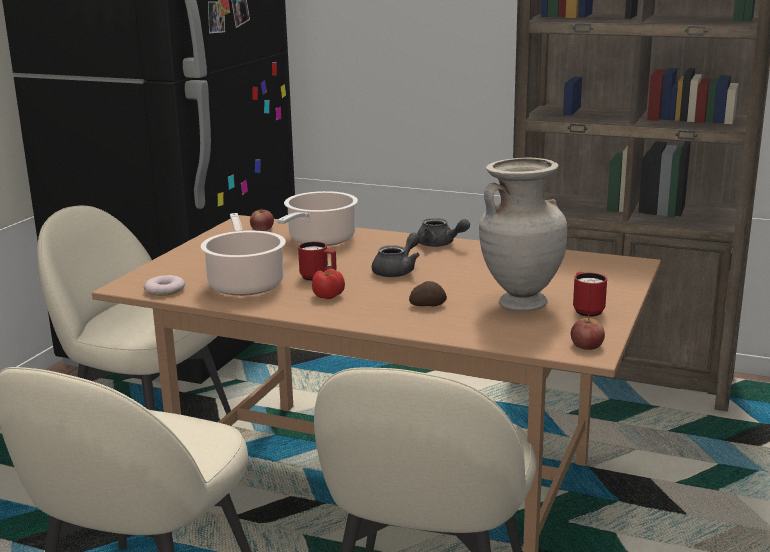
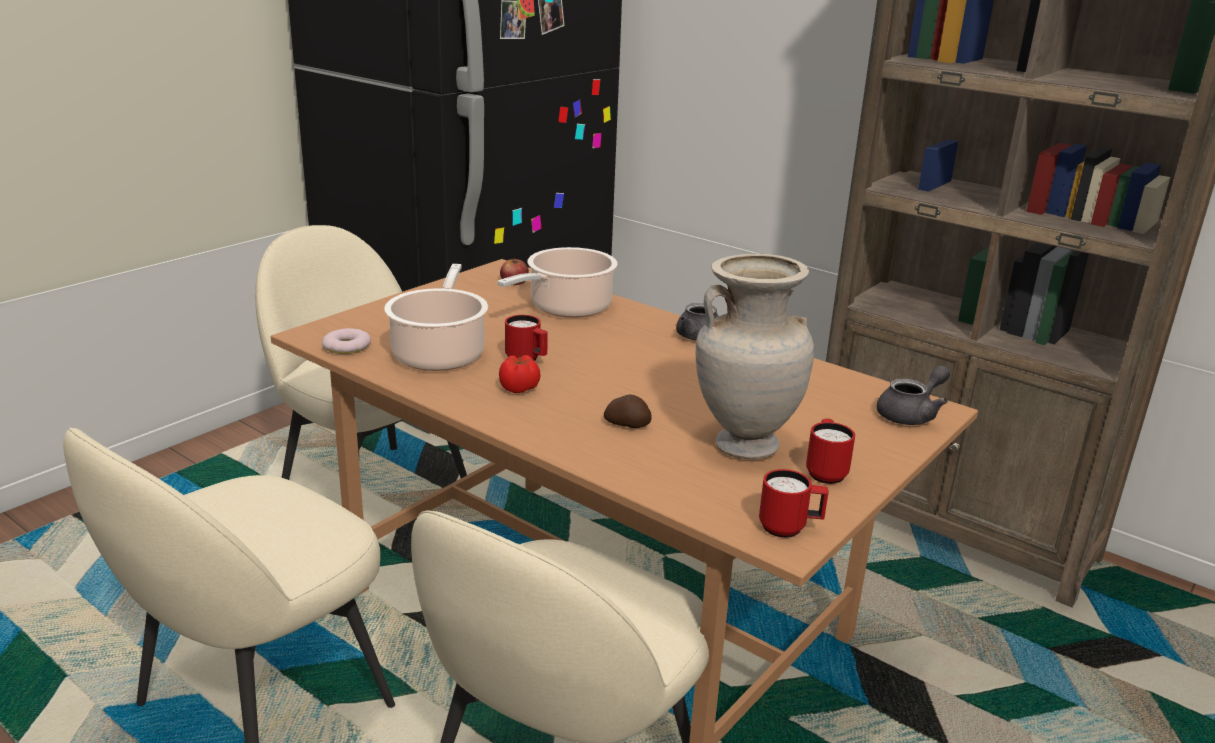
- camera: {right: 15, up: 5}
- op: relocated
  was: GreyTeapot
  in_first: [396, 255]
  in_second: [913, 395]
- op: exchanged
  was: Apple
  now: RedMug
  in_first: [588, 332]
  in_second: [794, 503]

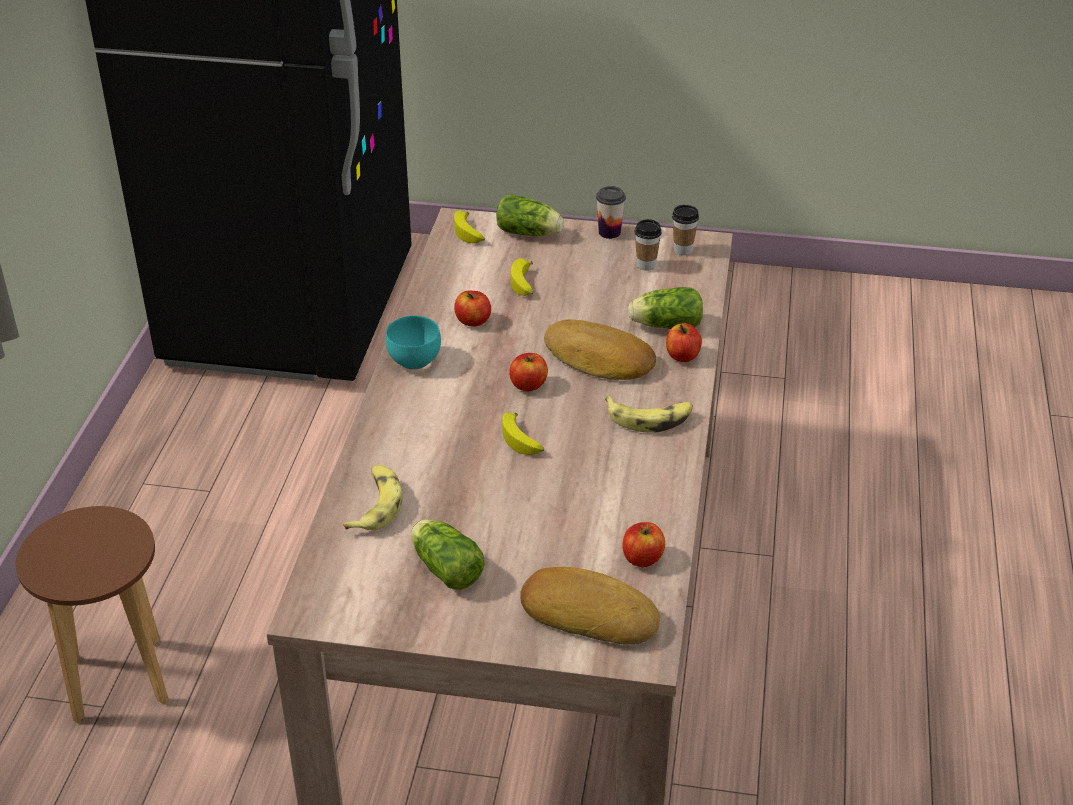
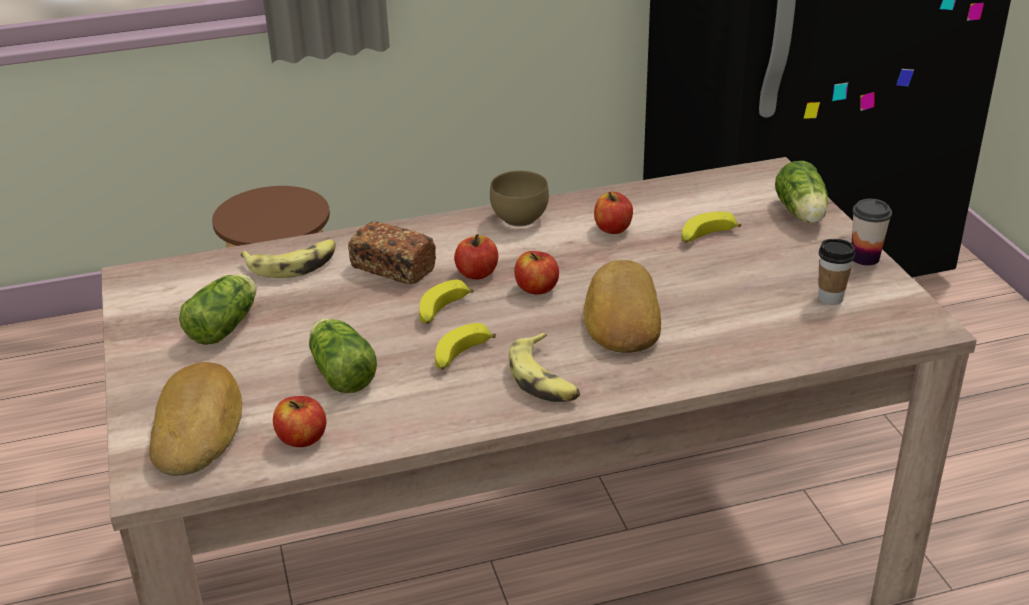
- camera: {right: 65, up: -5}
- op: missing
  was: Cup
  in_first: [685, 230]
- op: appeared
  now: Bread
  in_second: [392, 253]
- op: relocated
  was: Banana
  in_first: [469, 226]
  in_second: [465, 346]
- op: relocated
  was: Lettuce
  in_first: [665, 308]
  in_second: [343, 355]
- op: relocated
  was: Apple
  in_first: [684, 342]
  in_second: [476, 256]
- op: colour
  was: TurquoiseBowl
  now: BrownBowl
  in_first: [413, 343]
  in_second: [519, 199]

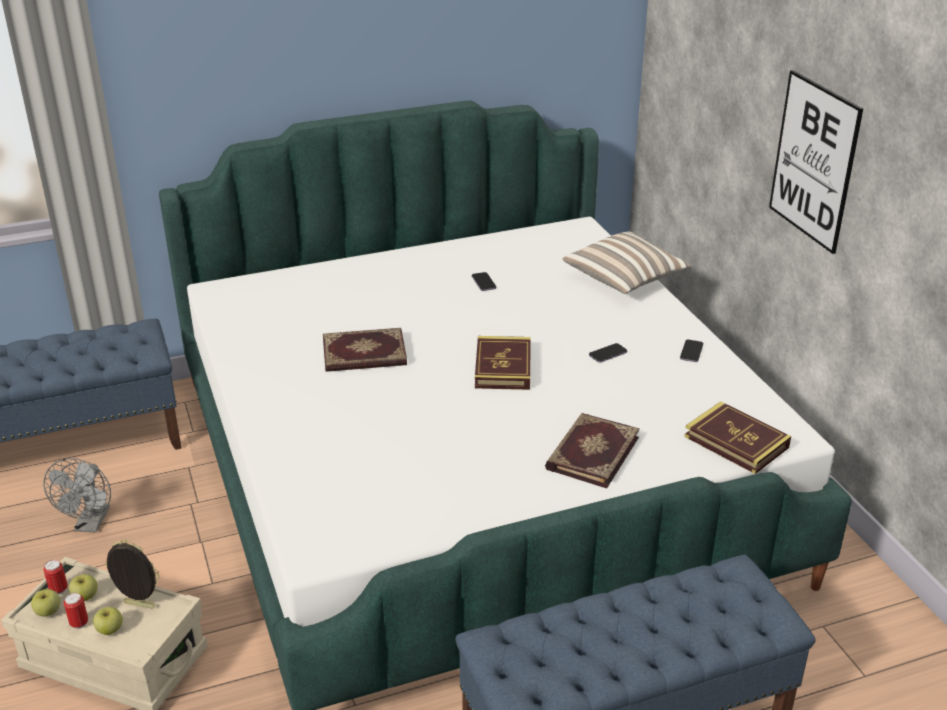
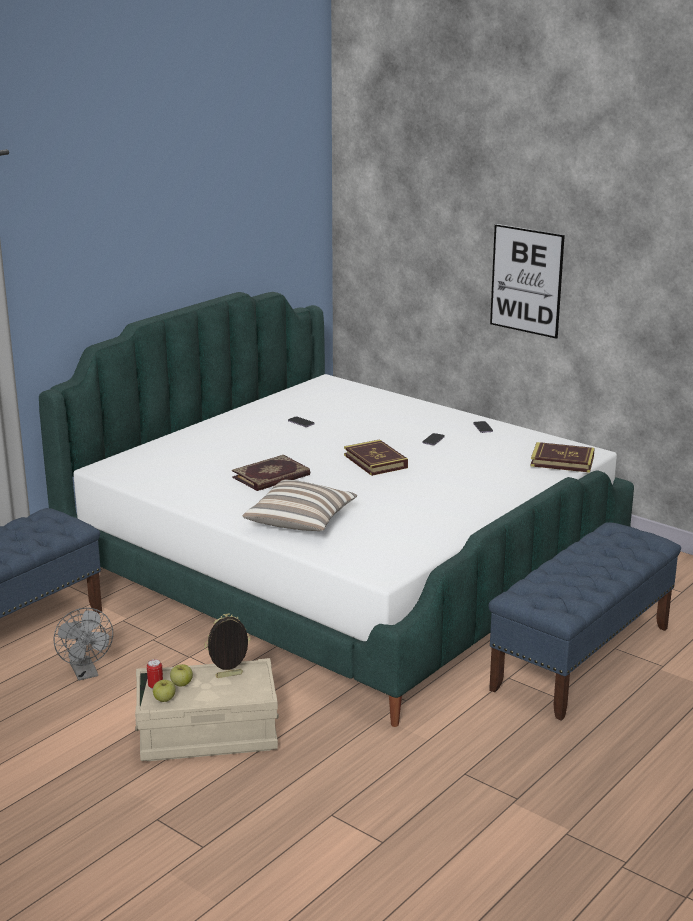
- camera: {right: -30, up: -10}
- op: missing
  was: Can
  in_first: [76, 611]
- op: missing
  was: Apple
  in_first: [108, 621]
- op: missing
  was: Book
  in_first: [592, 450]
- op: relocated
  was: Pillow
  in_first: [627, 263]
  in_second: [300, 505]

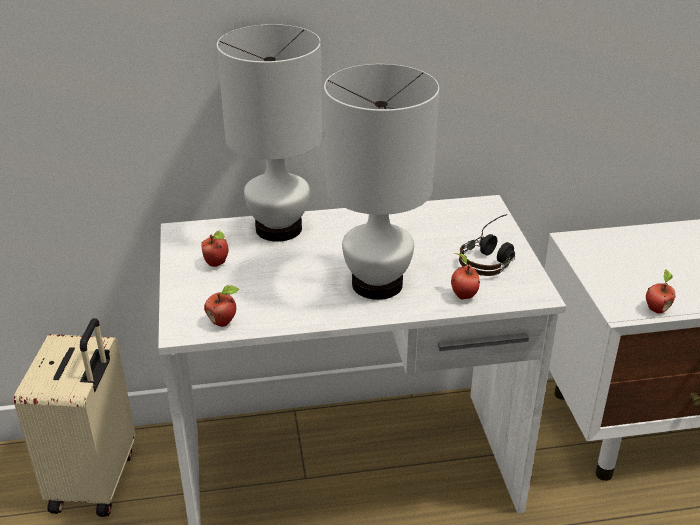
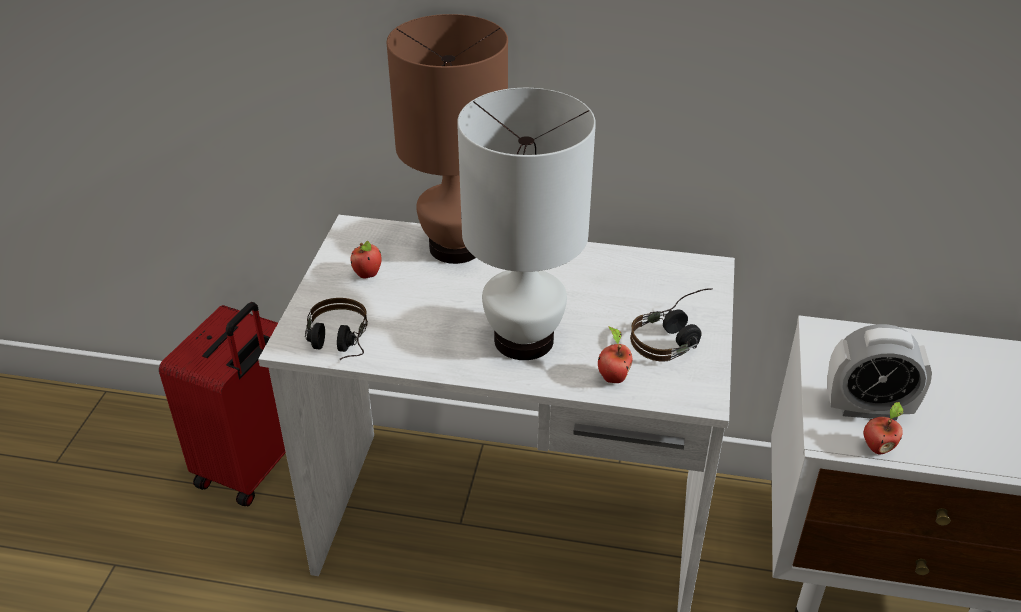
- camera: {right: 20, up: 5}
- op: appeared
  now: AlarmClock
  in_second: [879, 372]
- op: exchanged
  was: Apple
  now: Headphones
  in_first: [222, 306]
  in_second: [336, 329]
- op: colour
  was: BeigeSuitcase
  now: RedSuitcase
  in_first: [74, 417]
  in_second: [222, 404]
- op: colour
  was: WhiteTableLamp
  now: BrownTableLamp
  in_first: [269, 133]
  in_second: [447, 139]

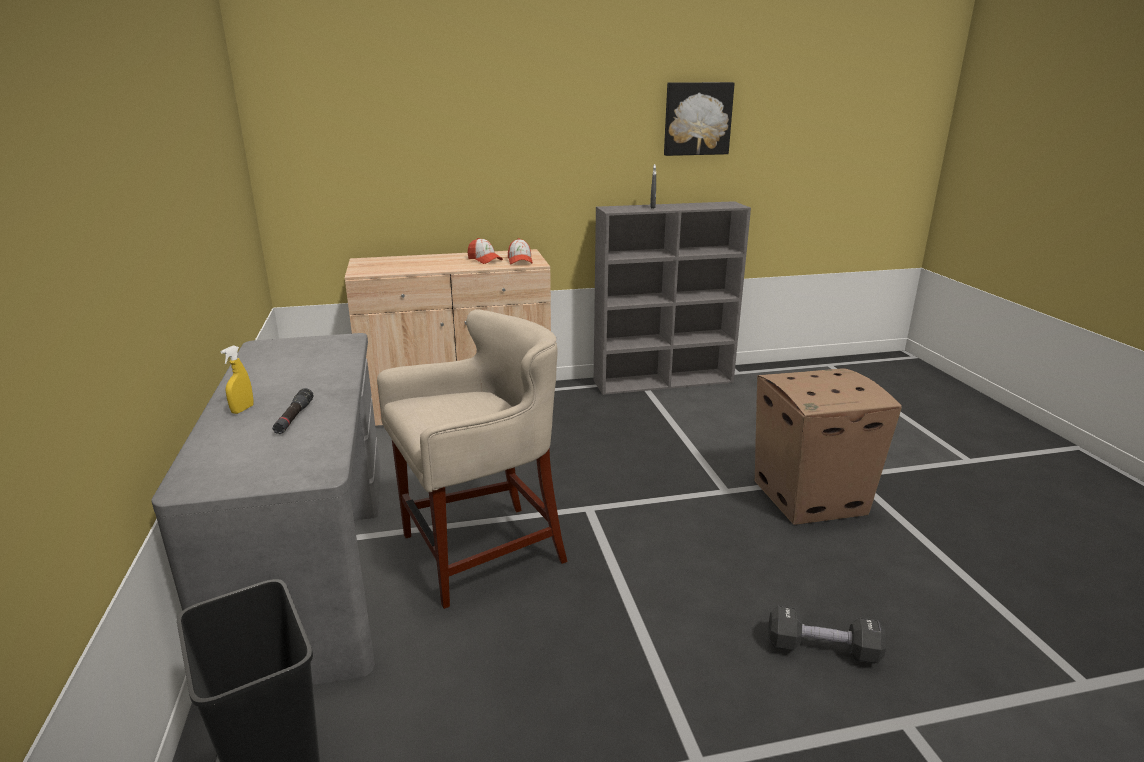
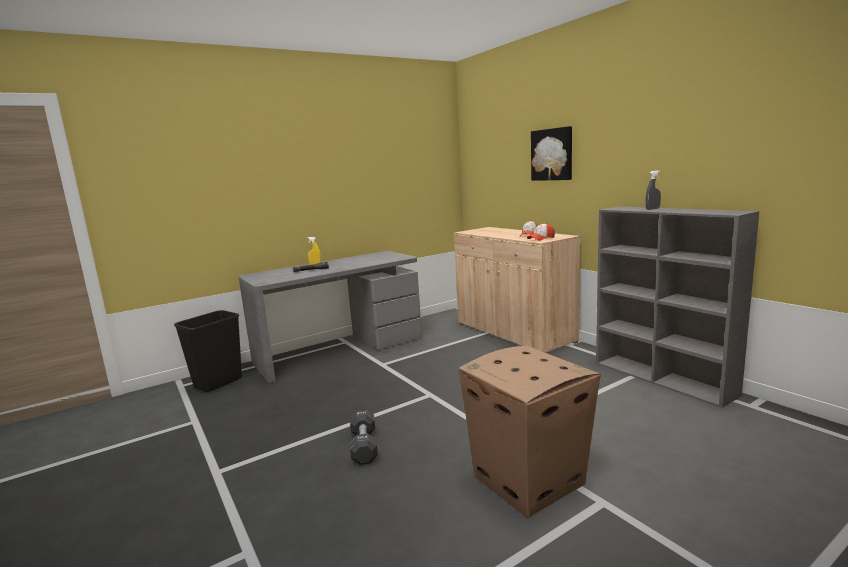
- camera: {right: 70, up: -10}
- op: missing
  was: BeigeStool
  in_first: [472, 459]
- op: relocated
  was: Picture
  in_first: [699, 119]
  in_second: [551, 153]
- op: relocated
  was: BlackDumbbell
  in_first: [827, 634]
  in_second: [364, 437]

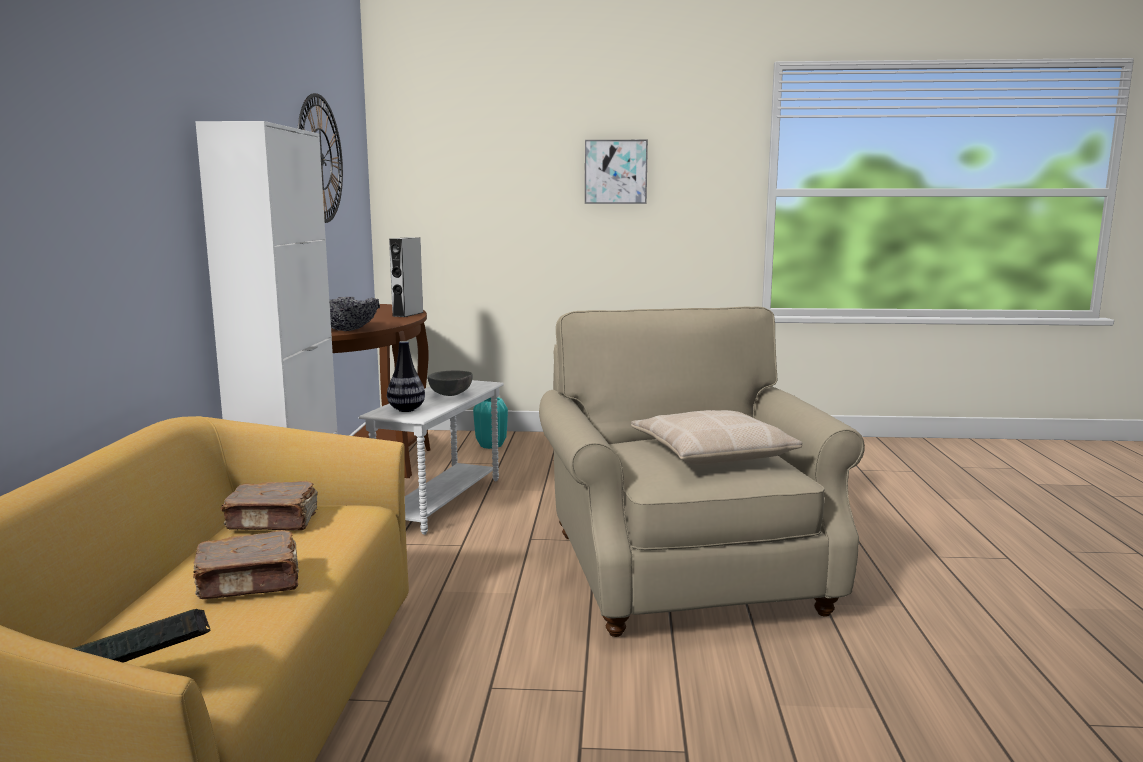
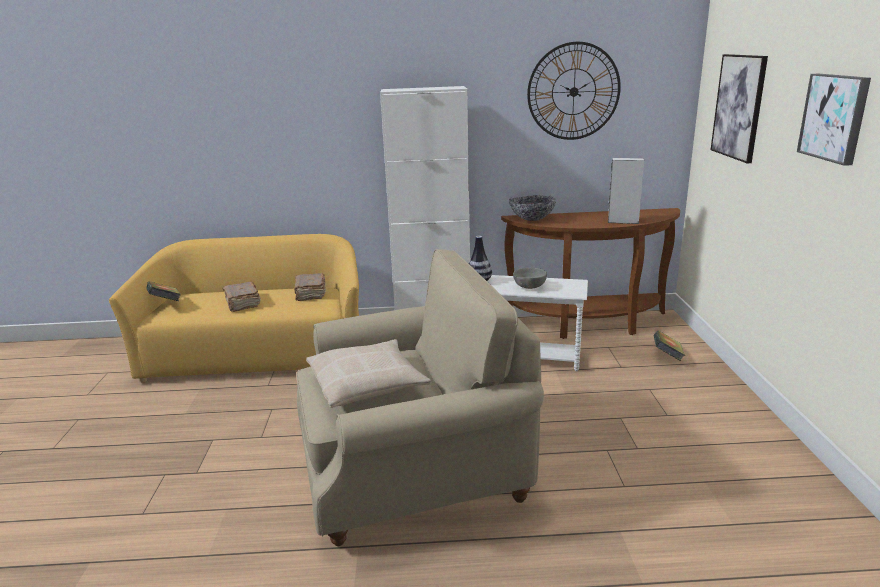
- camera: {right: 85, up: 10}
- op: appeared
  now: Picture
  in_second: [739, 108]
- op: exchanged
  was: TurquoiseVase
  now: Book
  in_first: [490, 423]
  in_second: [669, 345]

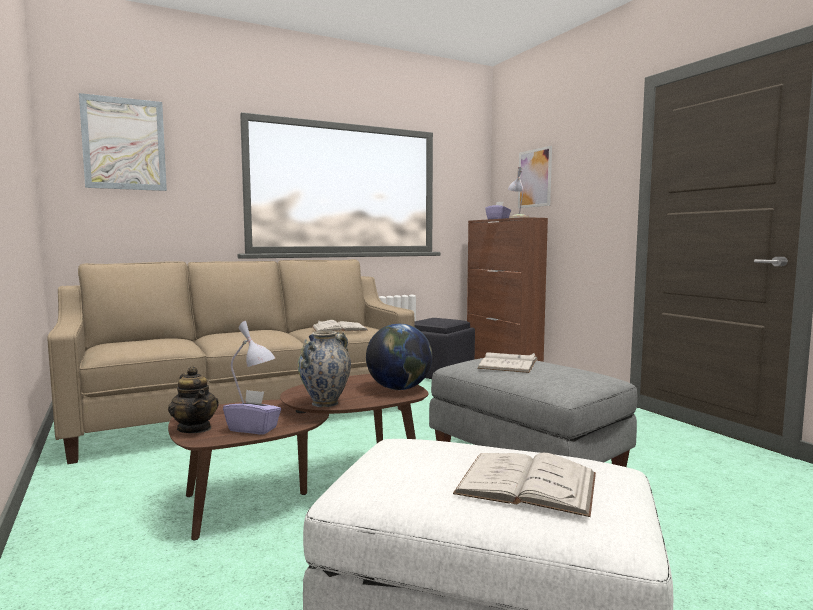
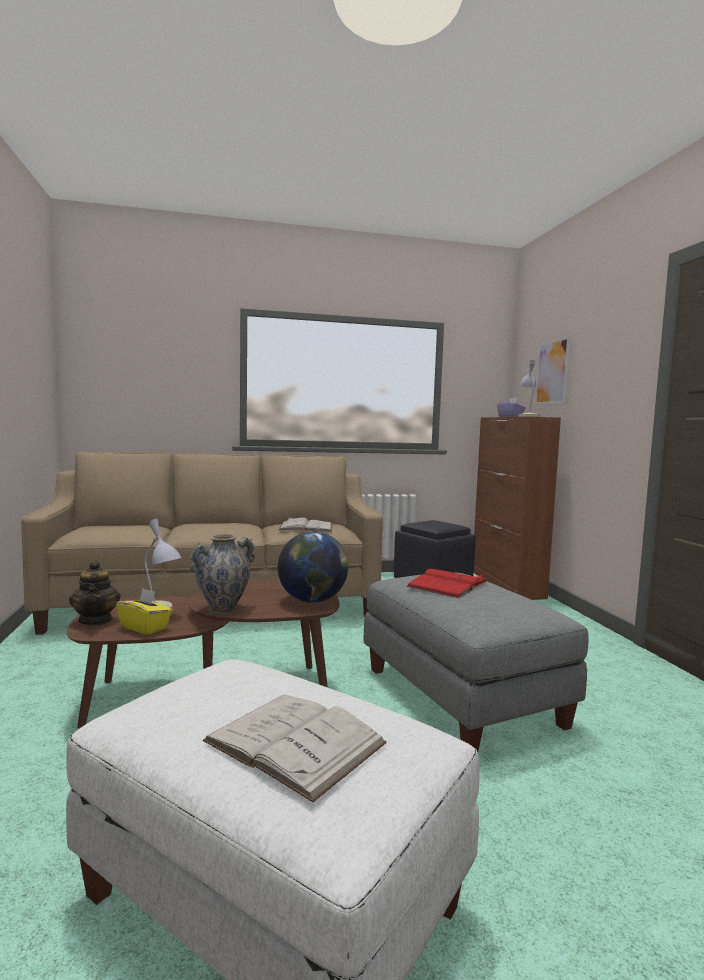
- camera: {right: 15, up: 0}
- op: missing
  was: Picture
  in_first: [123, 142]
- op: colour
  was: PurpleTissueBox
  now: YellowTissueBox
  in_first: [252, 412]
  in_second: [144, 611]
- op: colour
  was: WhiteBook
  now: RedBook
  in_first: [507, 362]
  in_second: [447, 583]

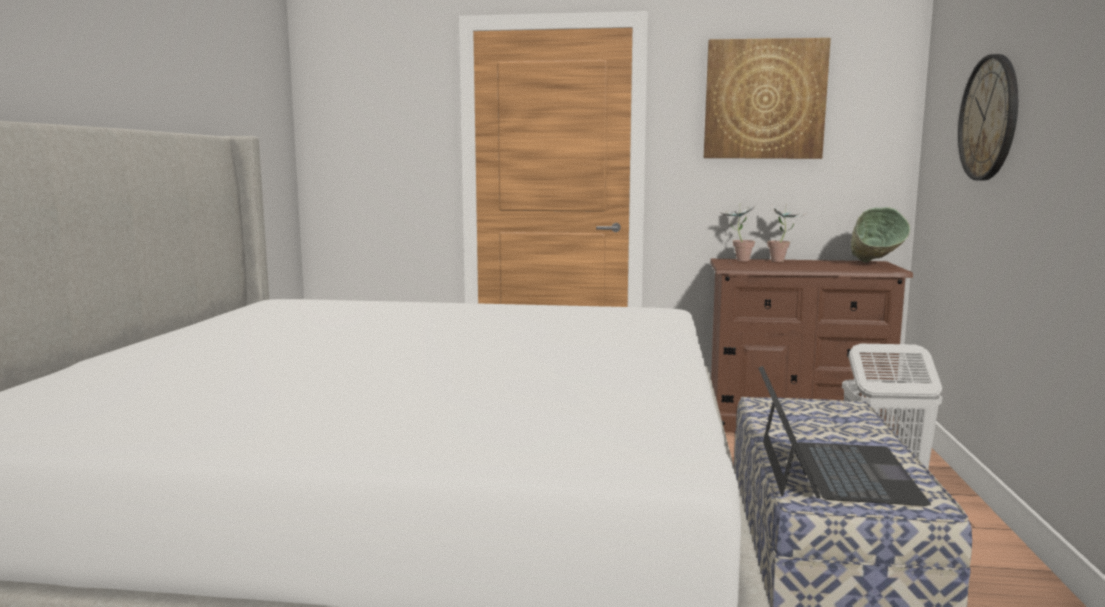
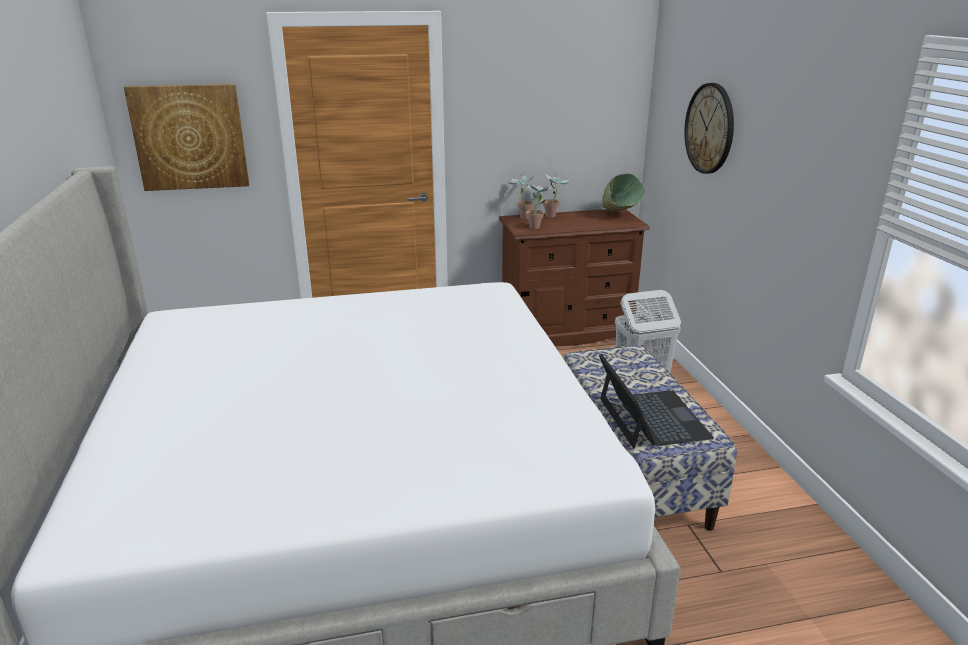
- camera: {right: -20, up: 15}
- op: appeared
  now: PottedPlant
  in_second: [539, 205]
- op: relocated
  was: Picture
  in_first: [767, 98]
  in_second: [186, 137]

